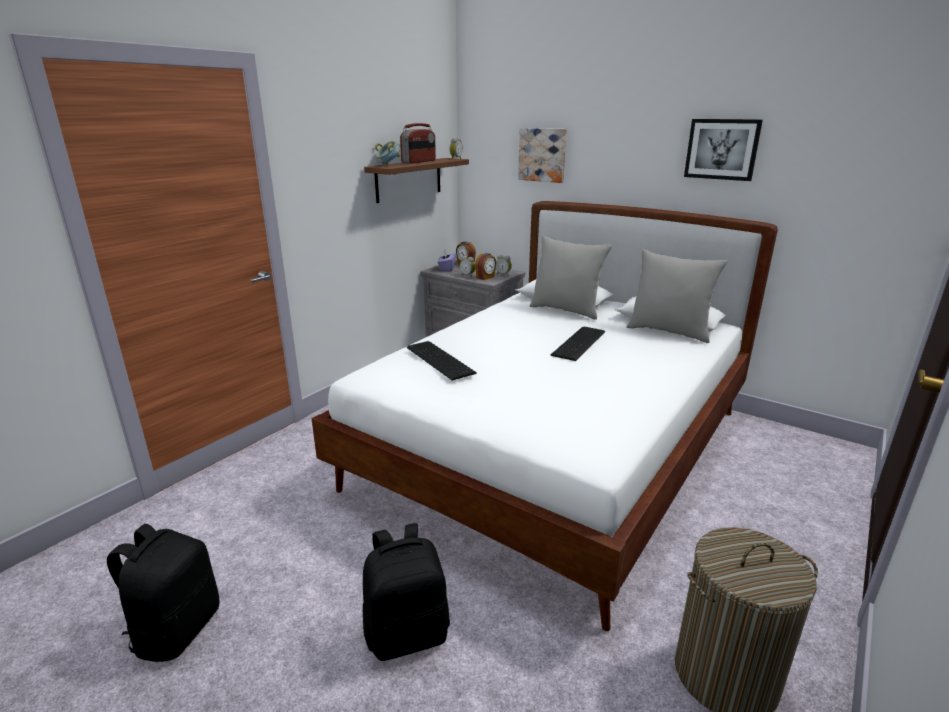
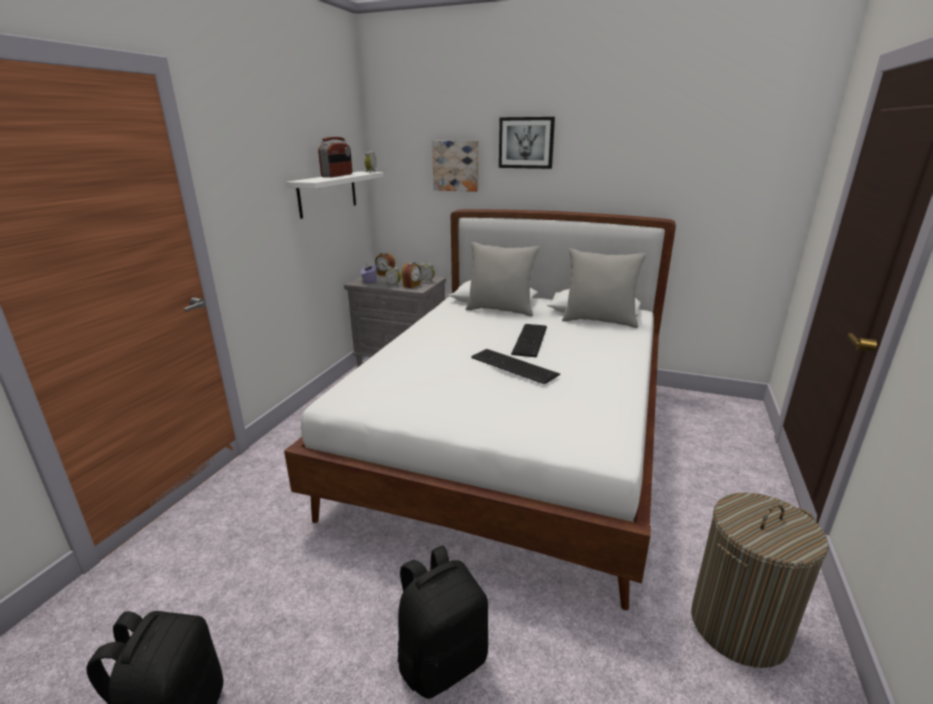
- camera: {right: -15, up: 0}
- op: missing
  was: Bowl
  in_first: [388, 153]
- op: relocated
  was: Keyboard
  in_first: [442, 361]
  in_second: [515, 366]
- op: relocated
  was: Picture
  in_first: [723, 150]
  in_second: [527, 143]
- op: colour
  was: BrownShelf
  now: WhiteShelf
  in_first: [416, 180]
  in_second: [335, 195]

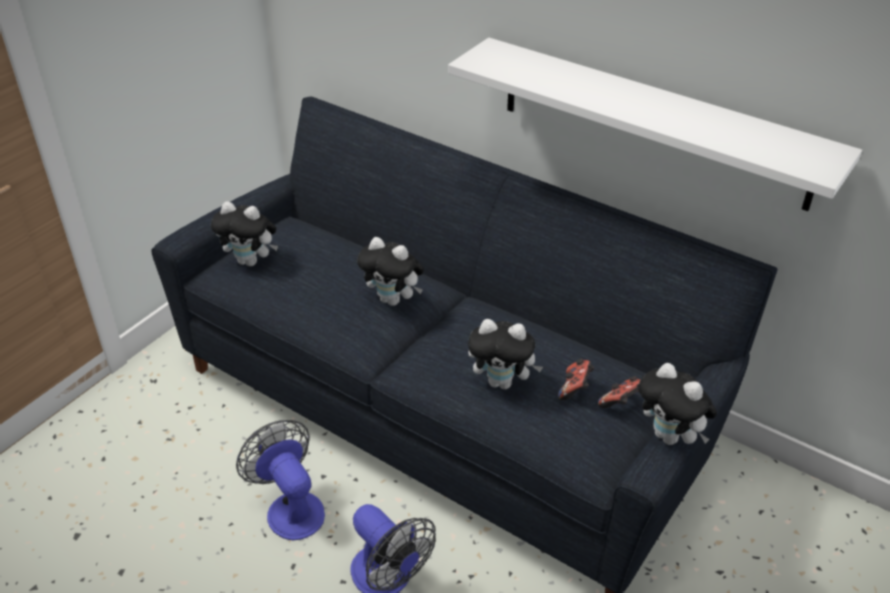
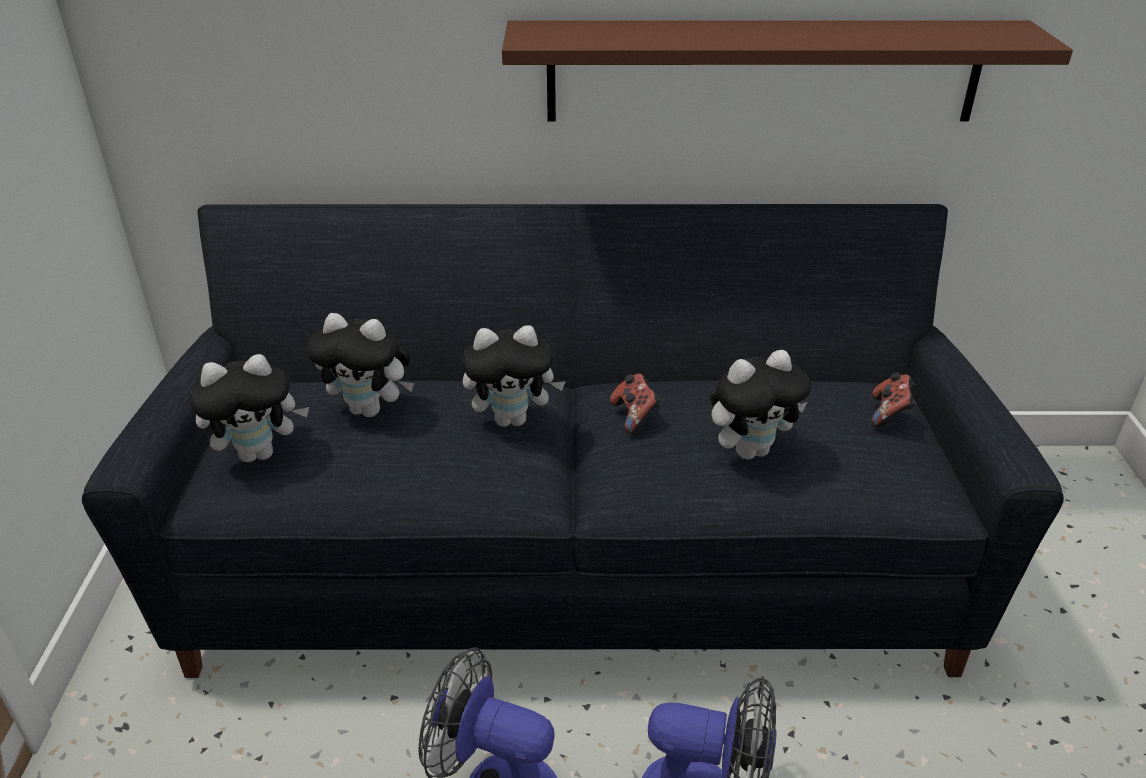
- camera: {right: -35, up: -5}
- op: relocated
  was: GameController
  in_first: [576, 379]
  in_second: [635, 403]
- op: relocated
  was: PlushToy
  in_first: [677, 404]
  in_second: [360, 365]
- op: colour
  was: WhiteShelf
  now: BrownShelf
  in_first: [655, 124]
  in_second: [787, 71]

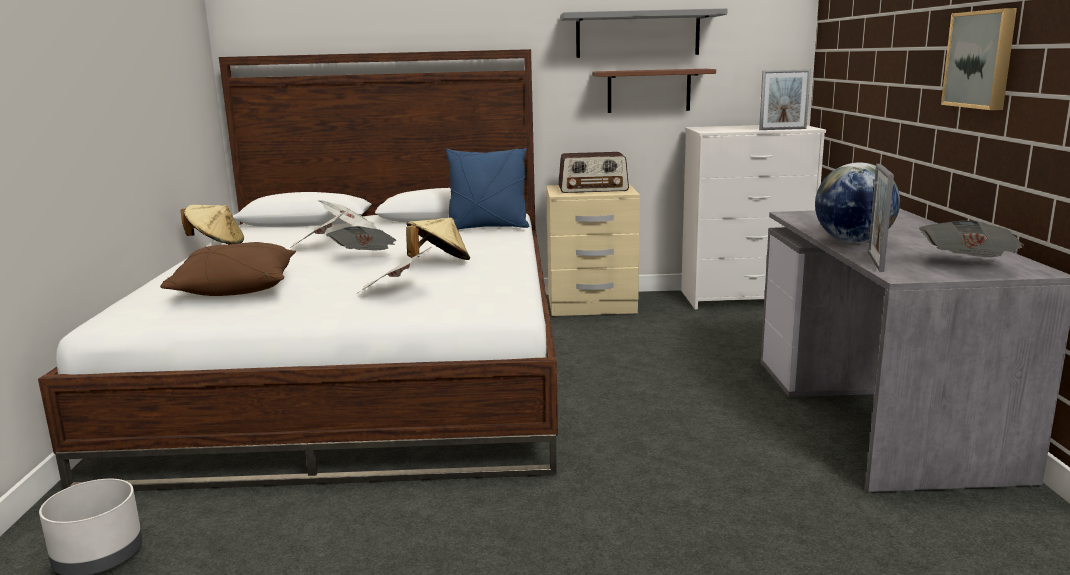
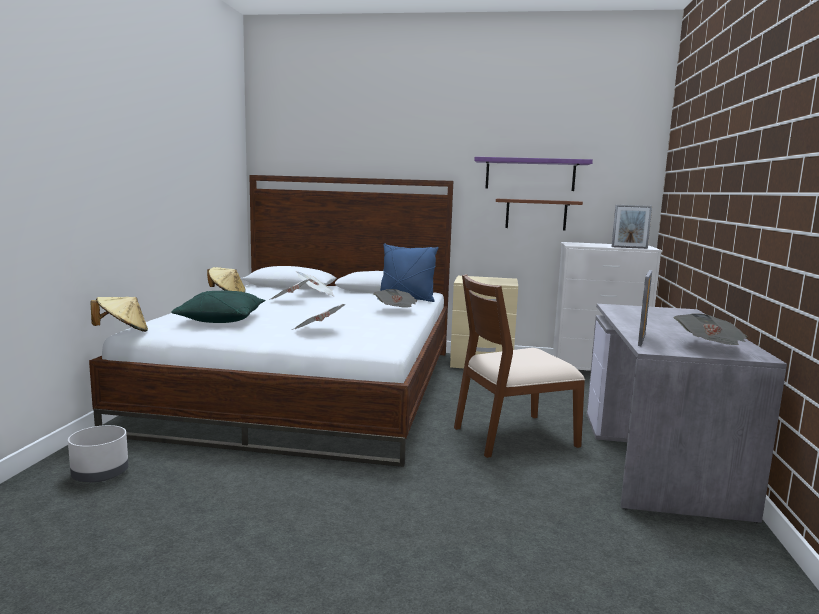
- camera: {right: 10, up: -5}
- op: missing
  was: Radio
  in_first: [593, 172]
- op: missing
  was: Globe
  in_first: [857, 202]
- op: missing
  was: Picture
  in_first: [979, 59]
- op: appeared
  now: BrownChair
  in_second: [519, 366]
- op: relocated
  was: Newspaper
  in_first: [361, 238]
  in_second: [395, 298]
- op: relocated
  was: BeigeHat
  in_first: [438, 239]
  in_second: [119, 314]
- op: colour
  was: BrownPillow
  now: GreenPillow
  in_first: [228, 269]
  in_second: [218, 307]
- op: colour
  was: GreyShelf
  now: PurpleShelf
  in_first: [644, 33]
  in_second: [533, 174]

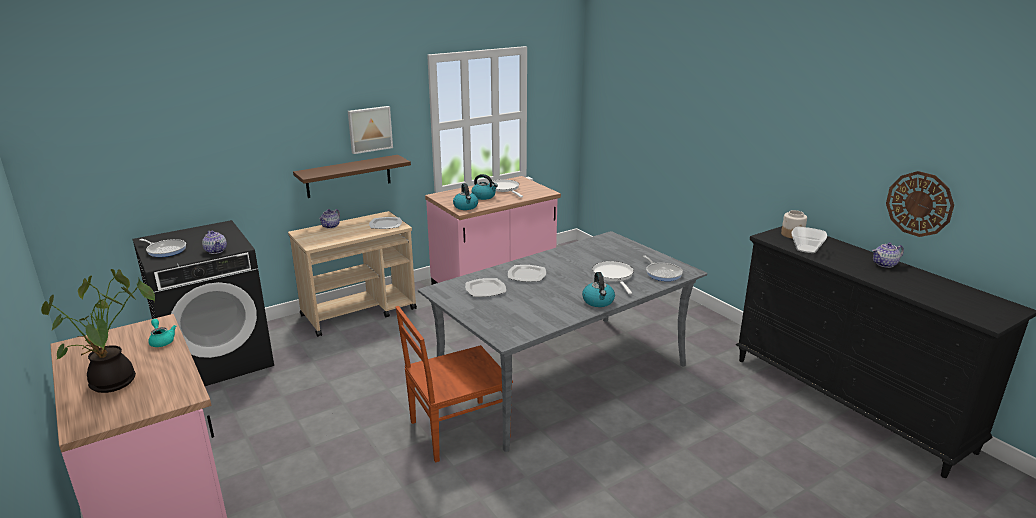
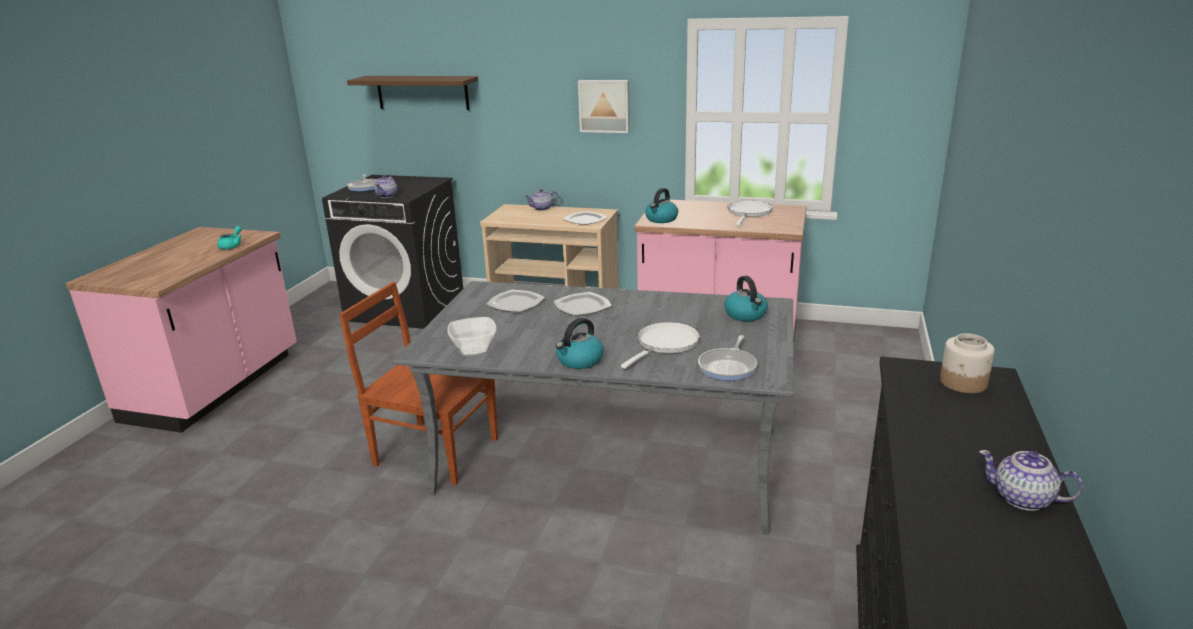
- camera: {right: 50, up: 0}
- op: missing
  was: PottedPlant
  in_first: [98, 331]
- op: missing
  was: WallClock
  in_first: [920, 204]
- op: relocated
  was: BrownShelf
  in_first: [352, 176]
  in_second: [412, 93]
- op: relocated
  was: Kettle
  in_first: [484, 187]
  in_second: [746, 298]
- op: relocated
  was: Bowl
  in_first: [809, 240]
  in_second: [472, 336]

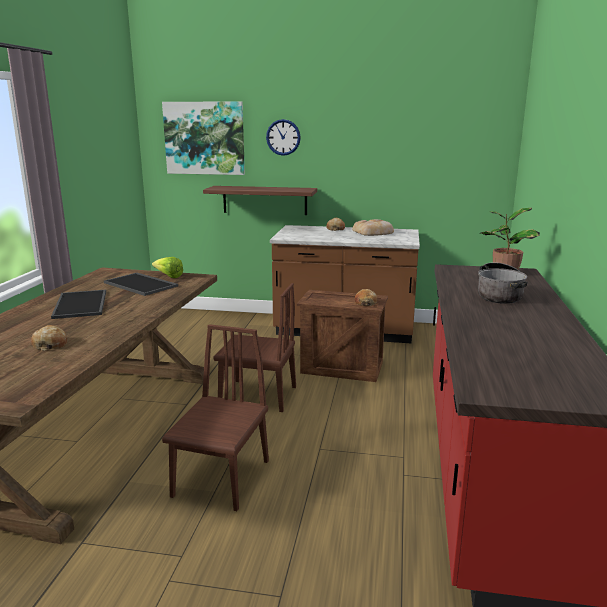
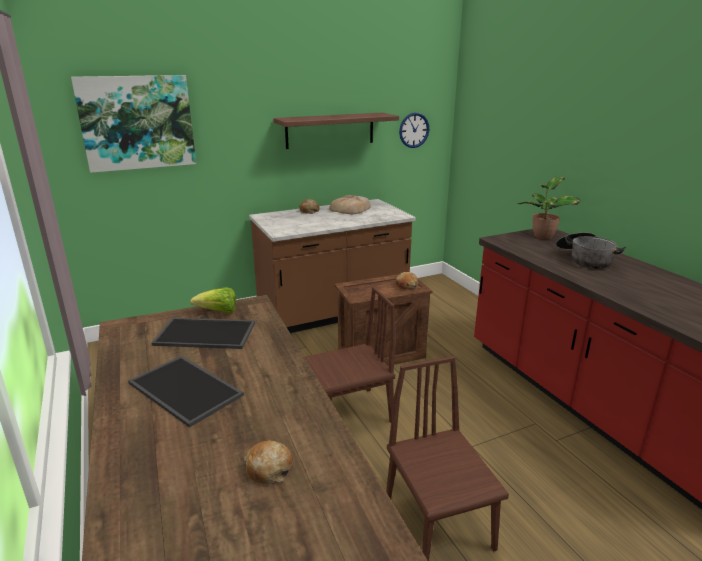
- camera: {right: -35, up: 5}
- op: relocated
  was: Shelf
  in_first: [260, 200]
  in_second: [336, 131]
- op: relocated
  was: WallClock
  in_first: [283, 137]
  in_second: [414, 130]

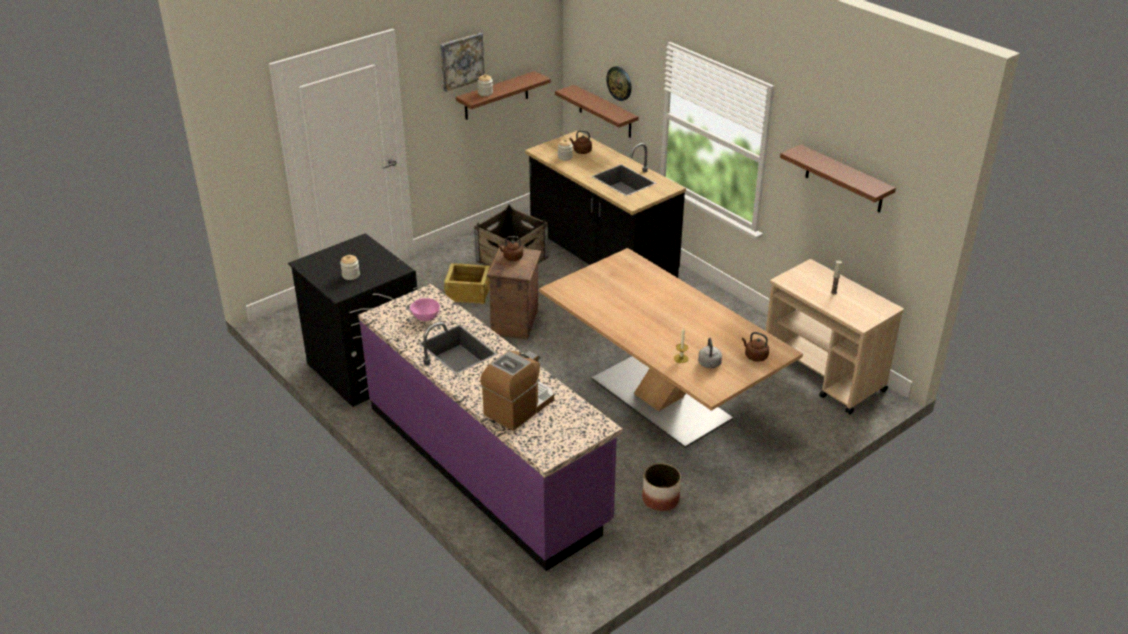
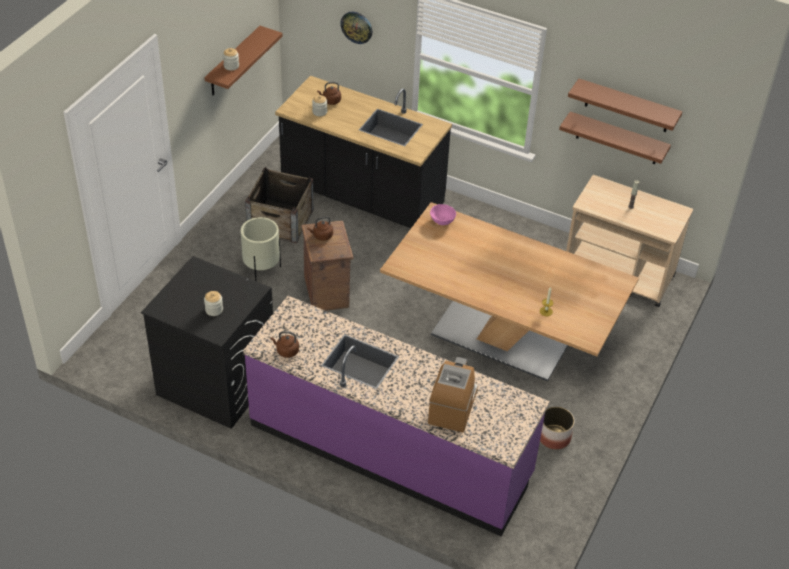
- camera: {right: -25, up: 10}
- op: missing
  was: Picture
  in_first: [462, 62]
- op: missing
  was: GreyKettle
  in_first: [710, 353]
- op: relocated
  was: PinkBowl
  in_first: [425, 309]
  in_second: [443, 214]
- op: relocated
  was: BrownShelf
  in_first: [597, 111]
  in_second: [615, 138]
- op: relocated
  was: BrownKettle
  in_first: [755, 347]
  in_second: [285, 344]
- op: exchanged
  was: Crate
  now: BeigePlanter
  in_first: [467, 283]
  in_second: [261, 249]

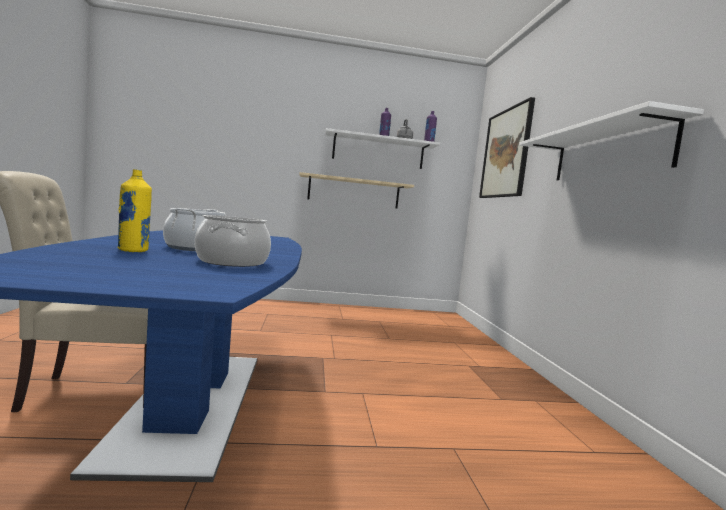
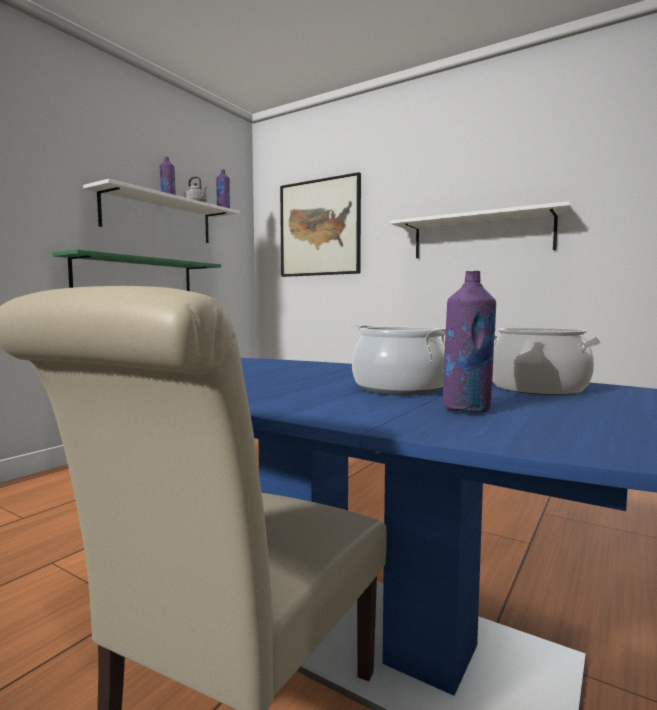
- camera: {right: -50, up: 0}
- op: colour
  was: YellowBottle
  now: PurpleBottle
  in_first: [134, 210]
  in_second: [469, 342]
- op: colour
  was: BeigeShelf
  now: GreenShelf
  in_first: [356, 190]
  in_second: [136, 270]

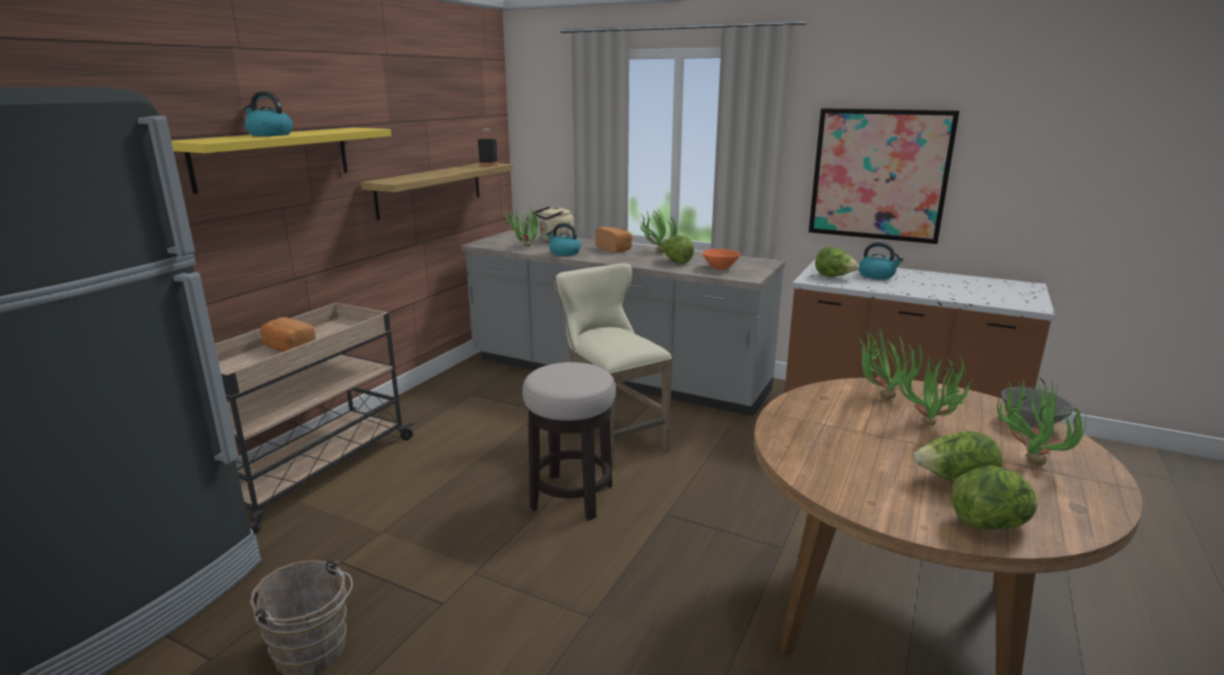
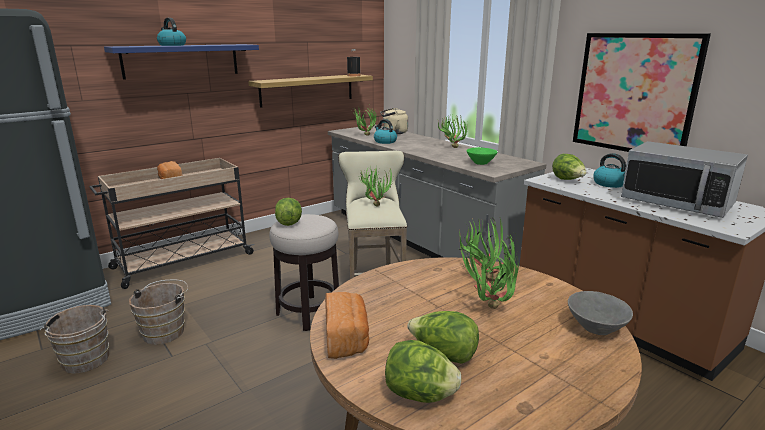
- camera: {right: 25, up: 0}
- op: appeared
  now: BrownBucket
  in_second: [158, 312]
- op: appeared
  now: Microwave
  in_second: [684, 179]
- op: relocated
  was: Bread
  in_first: [614, 240]
  in_second: [347, 325]
- op: relocated
  was: Lettuce
  in_first: [678, 250]
  in_second: [288, 212]
- op: relocated
  was: PottedPlant
  in_first: [1041, 420]
  in_second: [375, 186]
- op: colour
  was: YellowShelf
  now: BlueShelf
  in_first: [281, 161]
  in_second: [181, 62]
- op: colour
  was: OrangeBowl
  now: GreenBowl
  in_first: [721, 259]
  in_second: [481, 156]

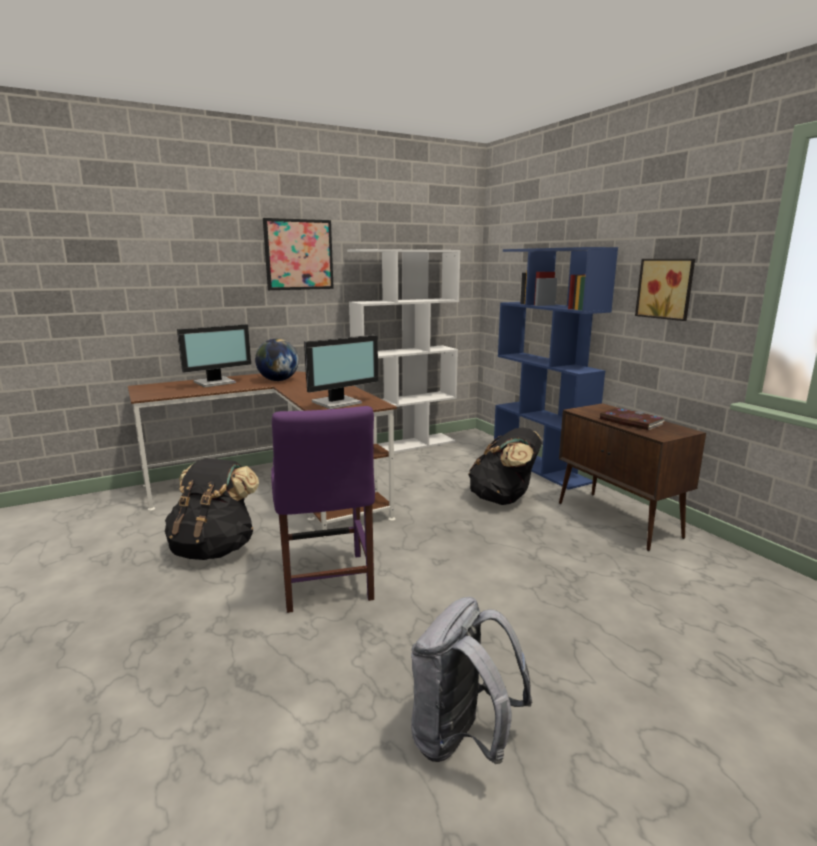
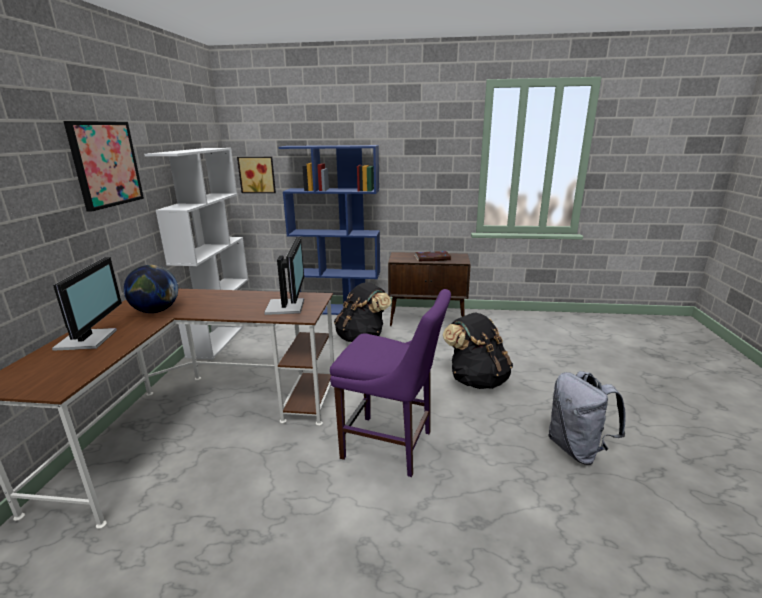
- camera: {right: -55, up: 5}
- op: relocated
  was: BlackBackpack
  in_first: [212, 509]
  in_second: [478, 350]
- op: relocated
  was: Picture
  in_first: [665, 290]
  in_second: [256, 175]

